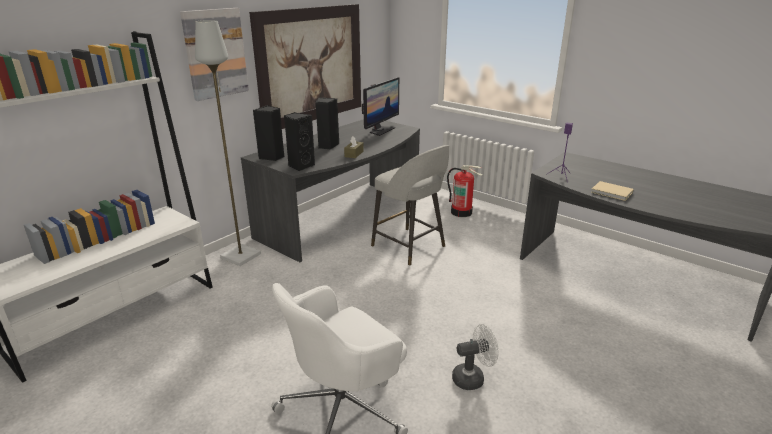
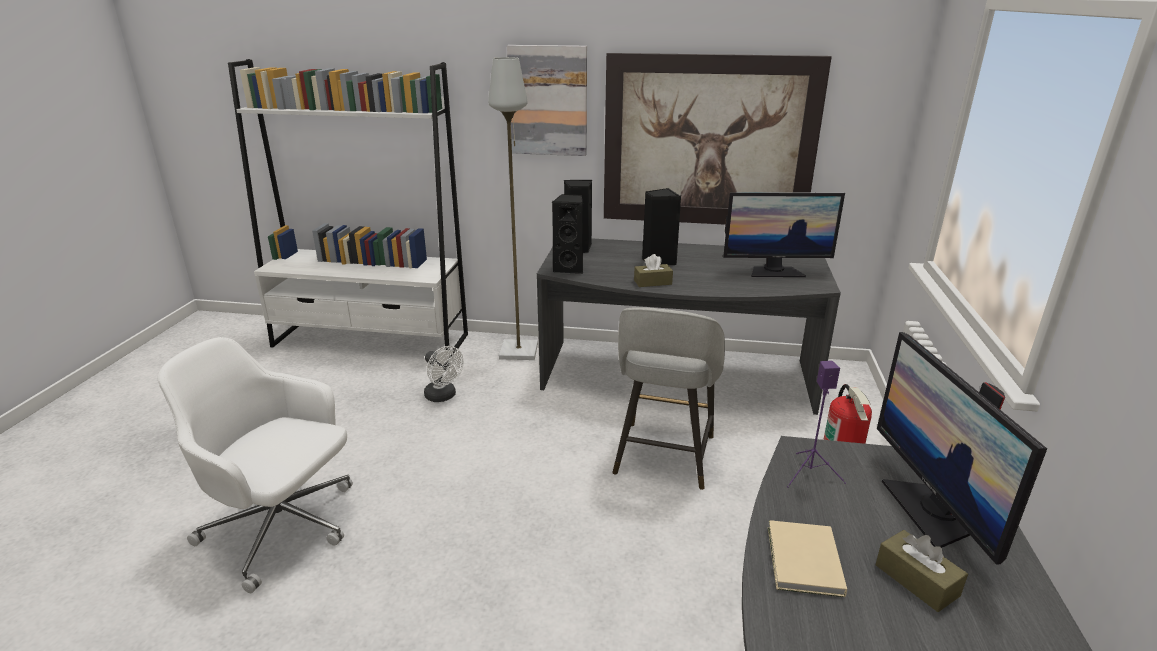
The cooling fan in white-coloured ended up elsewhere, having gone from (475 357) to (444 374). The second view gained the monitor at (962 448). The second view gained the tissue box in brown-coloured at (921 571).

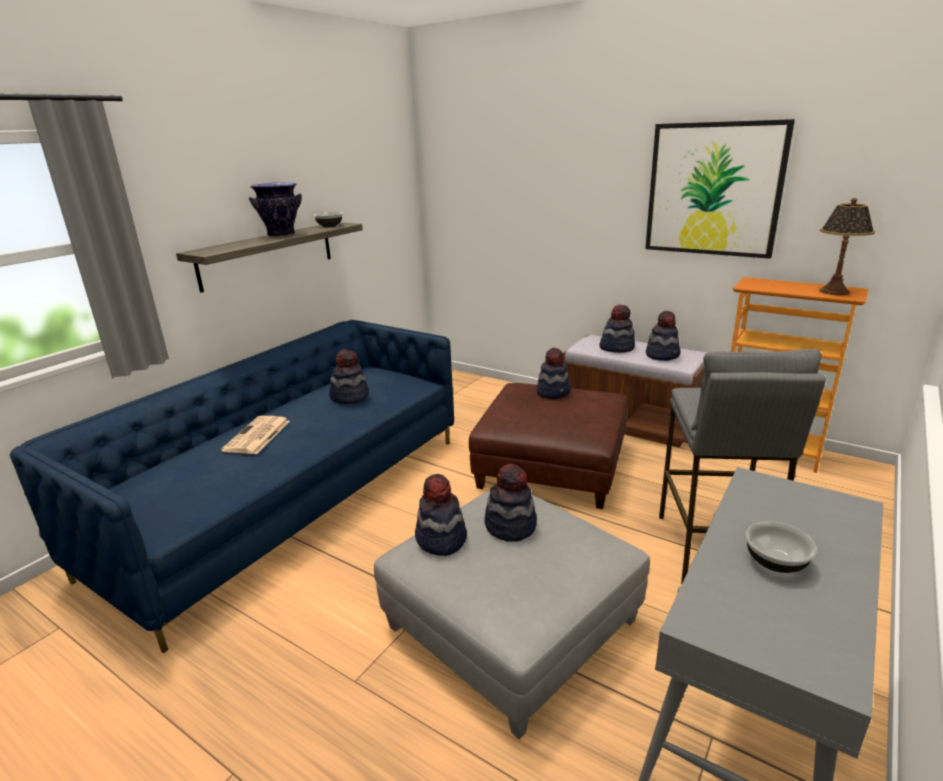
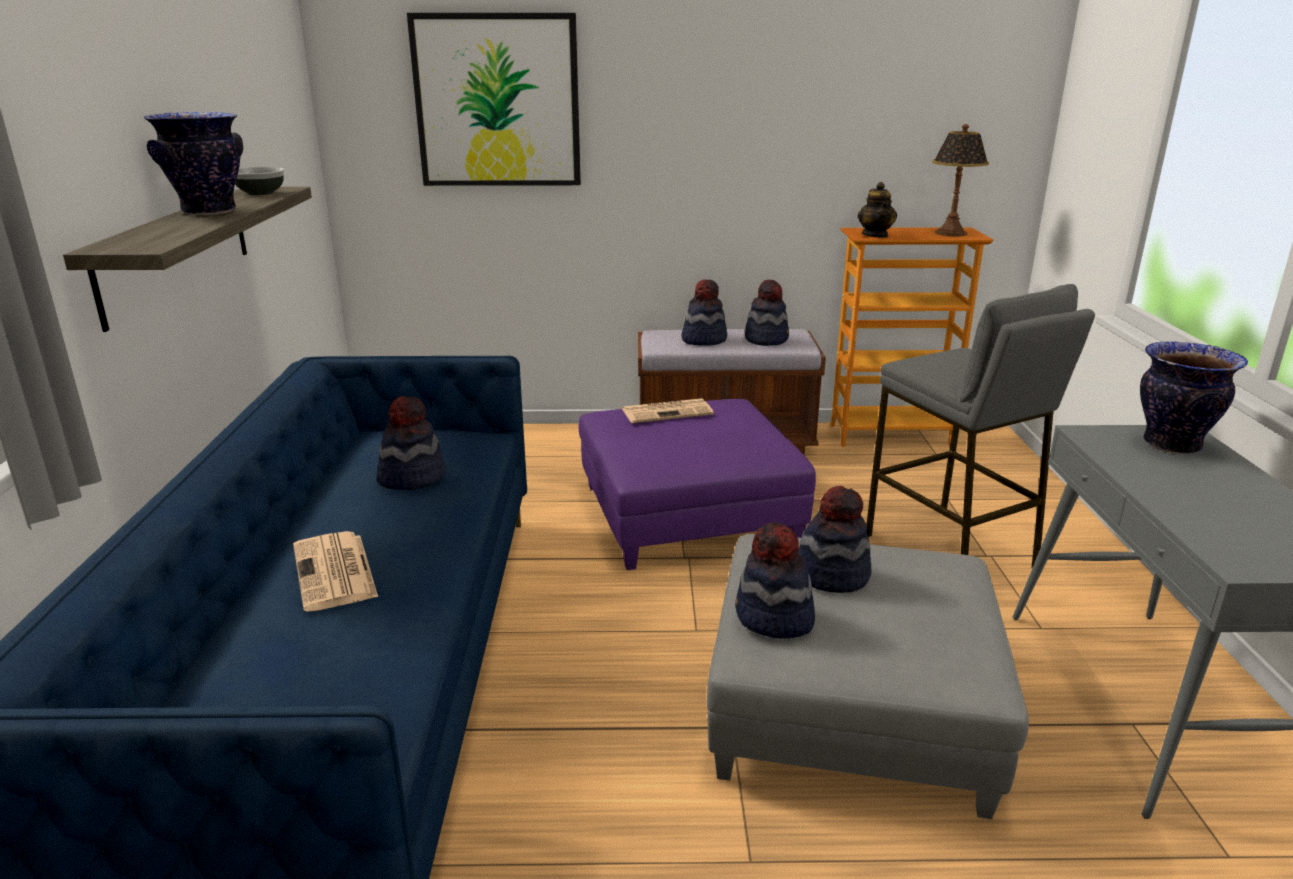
The wall art ended up elsewhere, having gone from (720 189) to (494 99). Where the hat stood at (553 373), the printed paper came to stand at (668 410). What was the pouffe in brown-coloured at (548 446) turned into the pouffe in purplish at (697 484). The second view lost the bowl at (781 547). The second view gained the pot for tea at (877 210). The second view gained the vase at (1194 398).

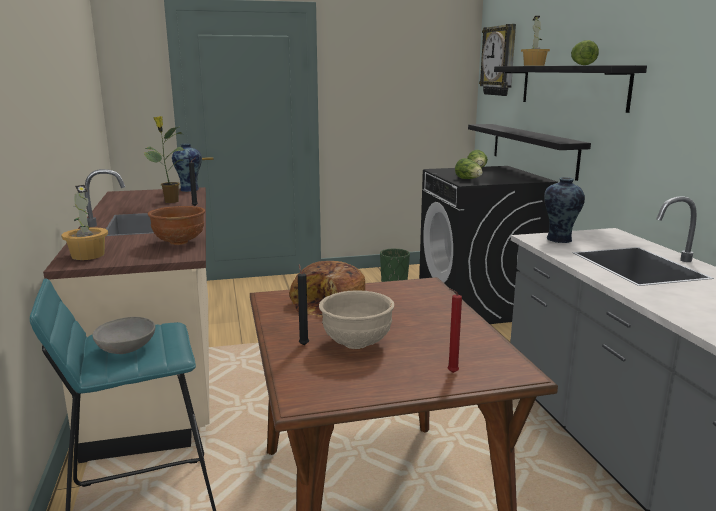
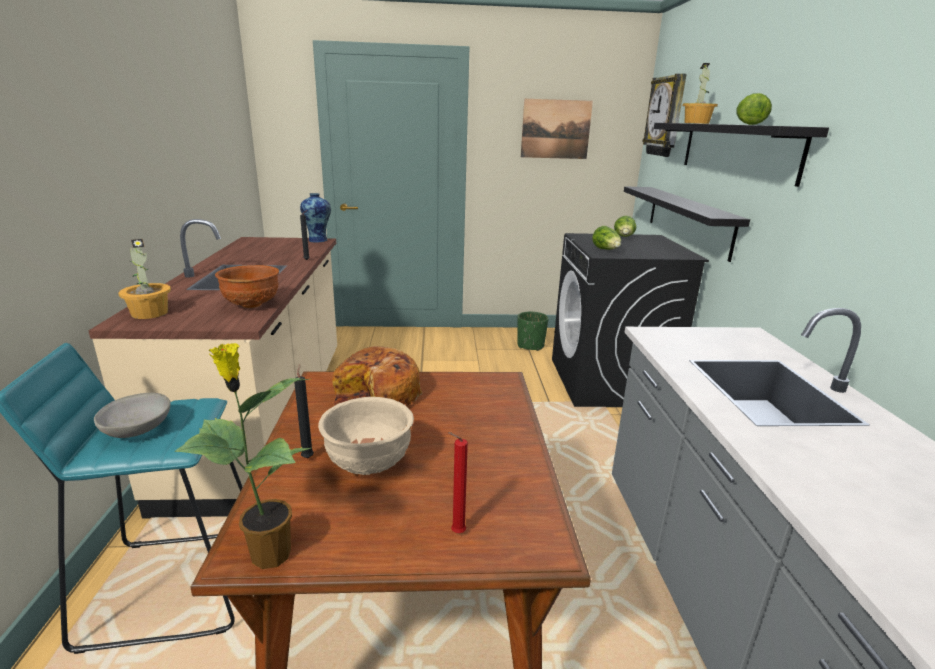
The plant in a pot ended up elsewhere, having gone from (164 159) to (242 456). The second view lost the vase at (564 210). The second view gained the wall art at (557 129).

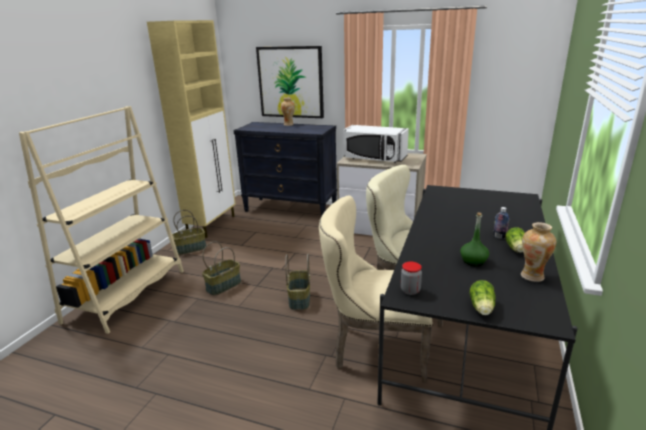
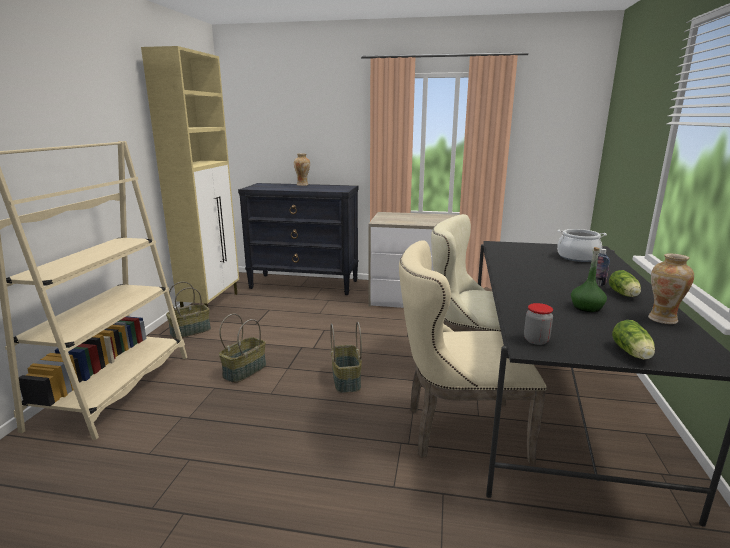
The second view lost the wall art at (290 82). The second view lost the kitchen microwave in white-coloured at (376 144). The second view gained the saucepot at (582 245).

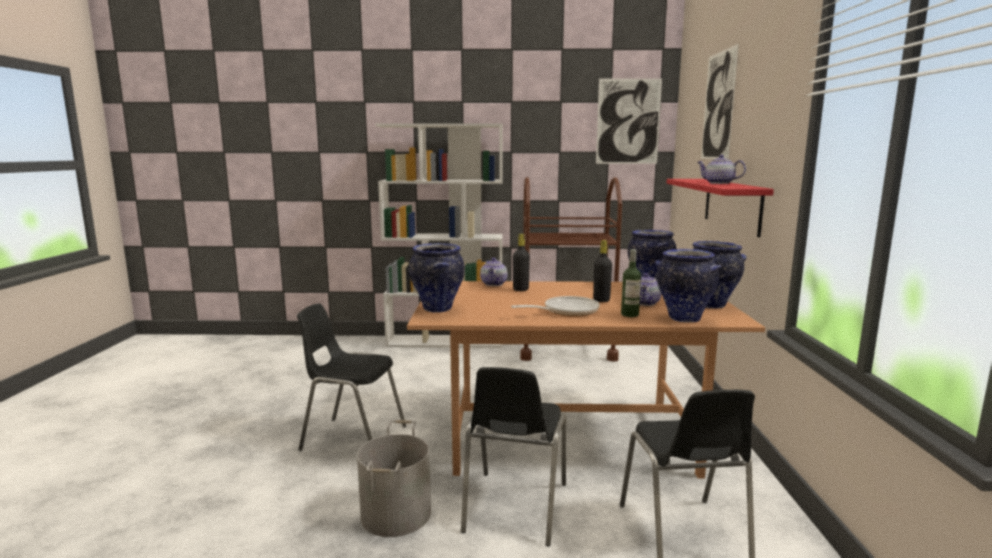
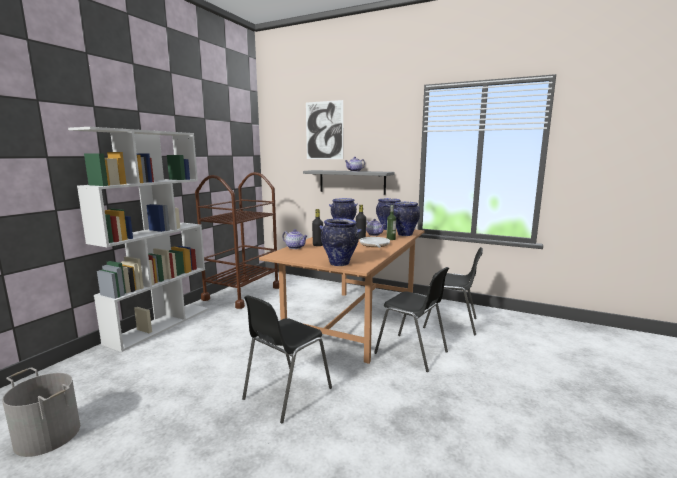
The second view lost the wall art at (629 121). What was the bracket shelf in reddish at (720 208) turned into the bracket shelf in gray at (349 182). The pail in gray ended up elsewhere, having gone from (394 478) to (41 412).

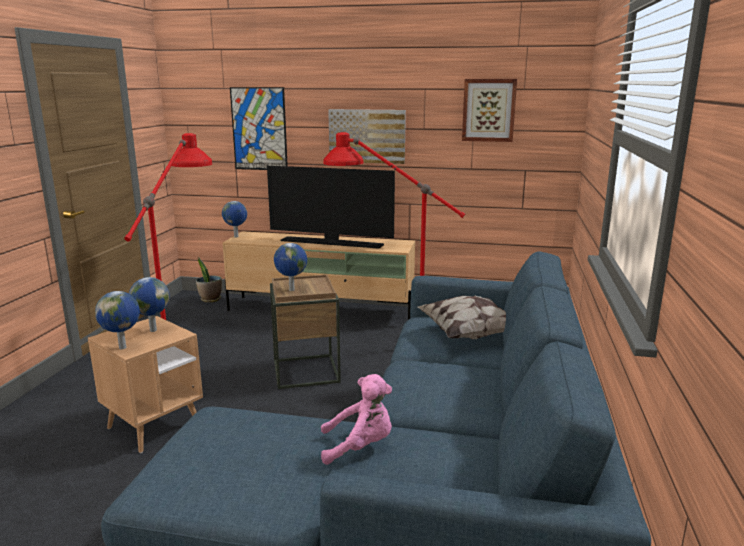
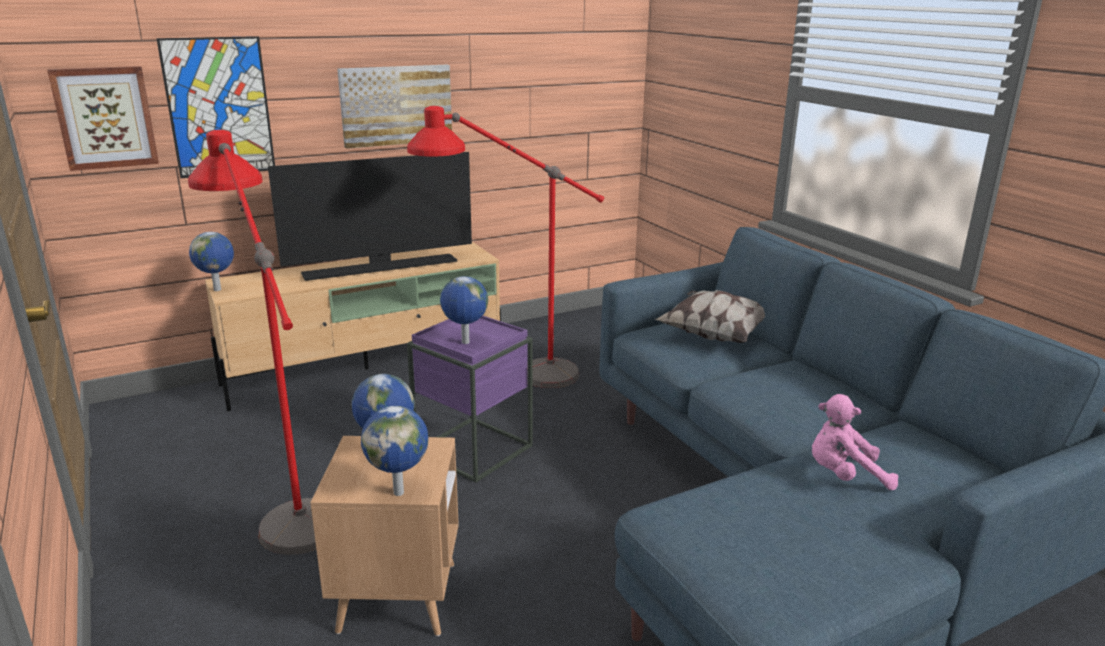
The wall art ended up elsewhere, having gone from (489 110) to (103 118). The second view lost the plant in a pot at (209 279). What was the side table in brown-coloured at (305 332) turned into the side table in purplish at (470 399). The plush toy in pinkish at (356 419) ended up facing another way, 135 degrees counterclockwise from before.

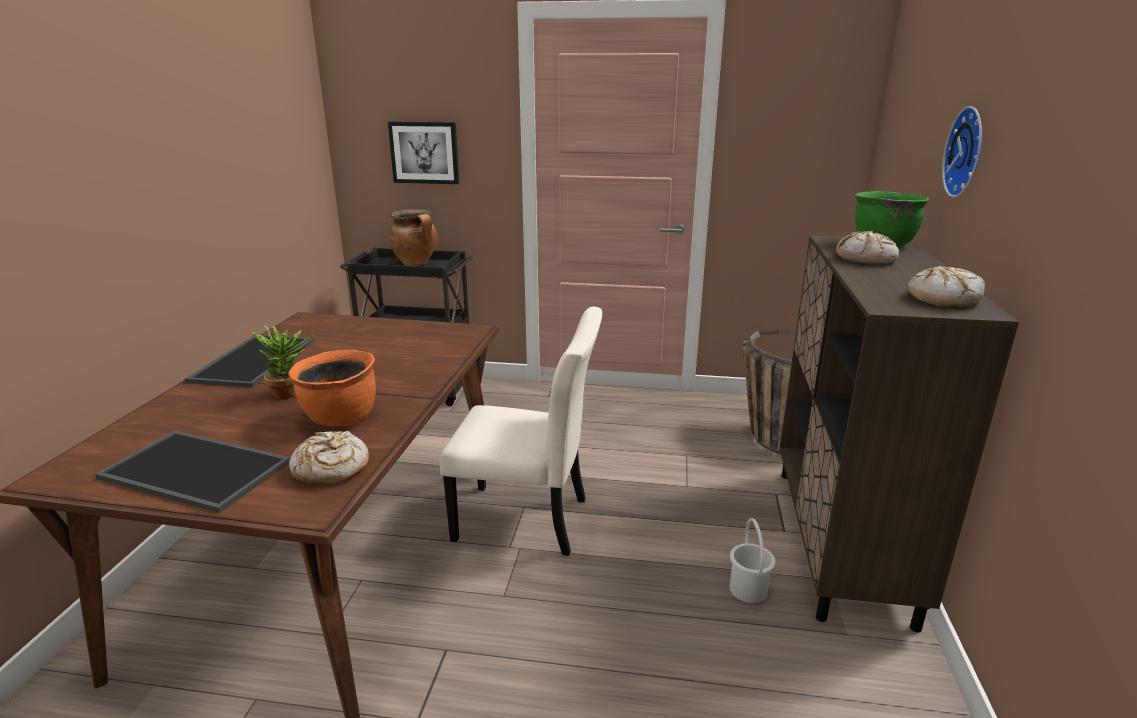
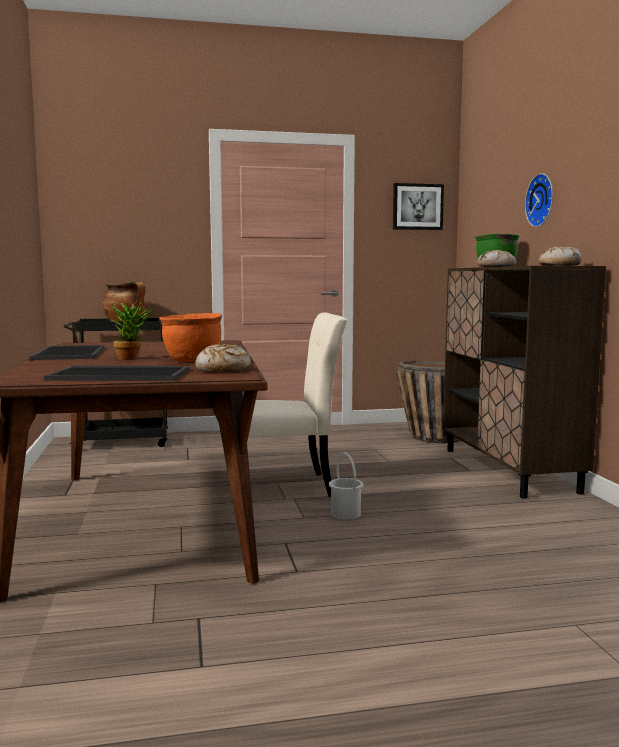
The wall art ended up elsewhere, having gone from (423 153) to (418 206). The pail in white-coloured ended up elsewhere, having gone from (753 560) to (346 486).

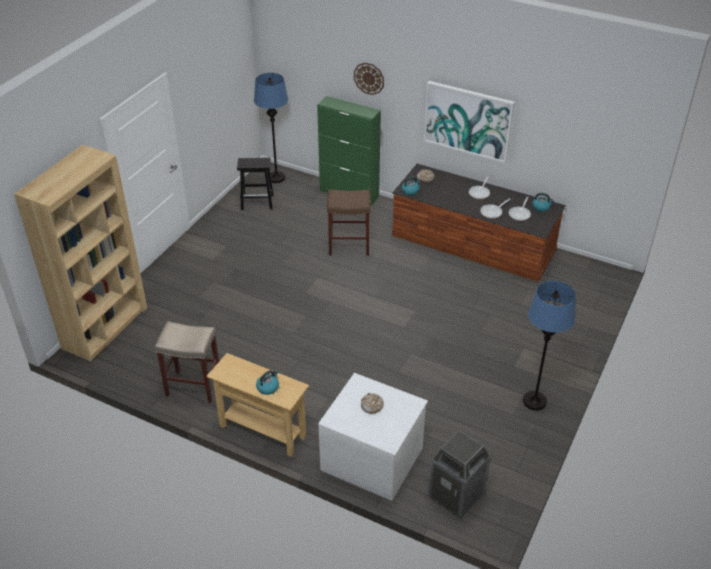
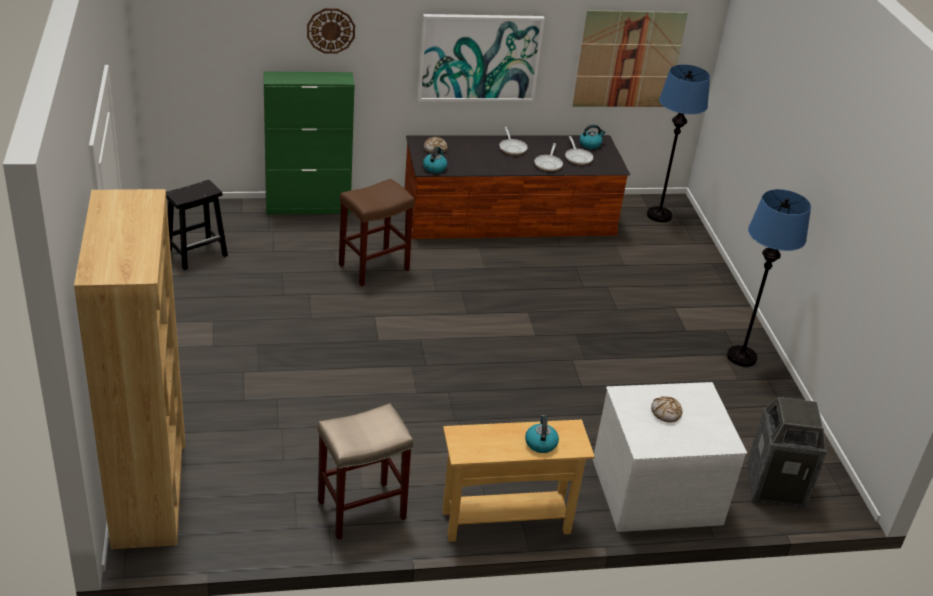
The standard lamp in blue ended up elsewhere, having gone from (271 128) to (678 143). The second view gained the wall art at (630 58).

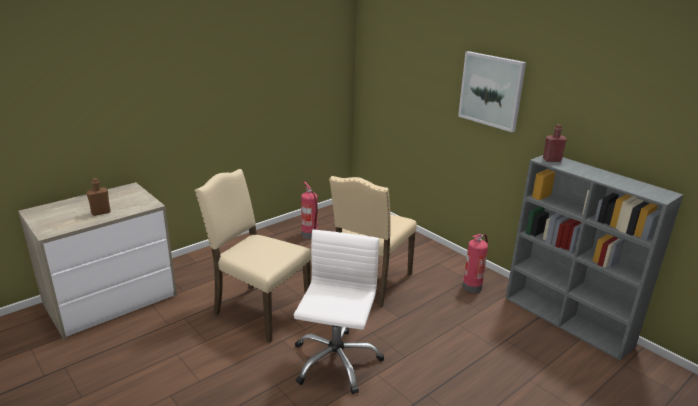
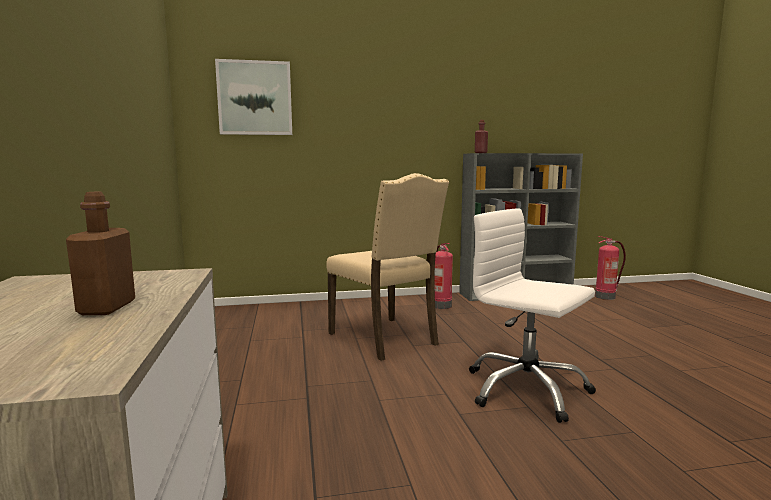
The wall art ended up elsewhere, having gone from (492 91) to (253 97). The second view lost the upright chair in beige-coloured at (252 256). The extinguisher ended up elsewhere, having gone from (309 210) to (610 268).

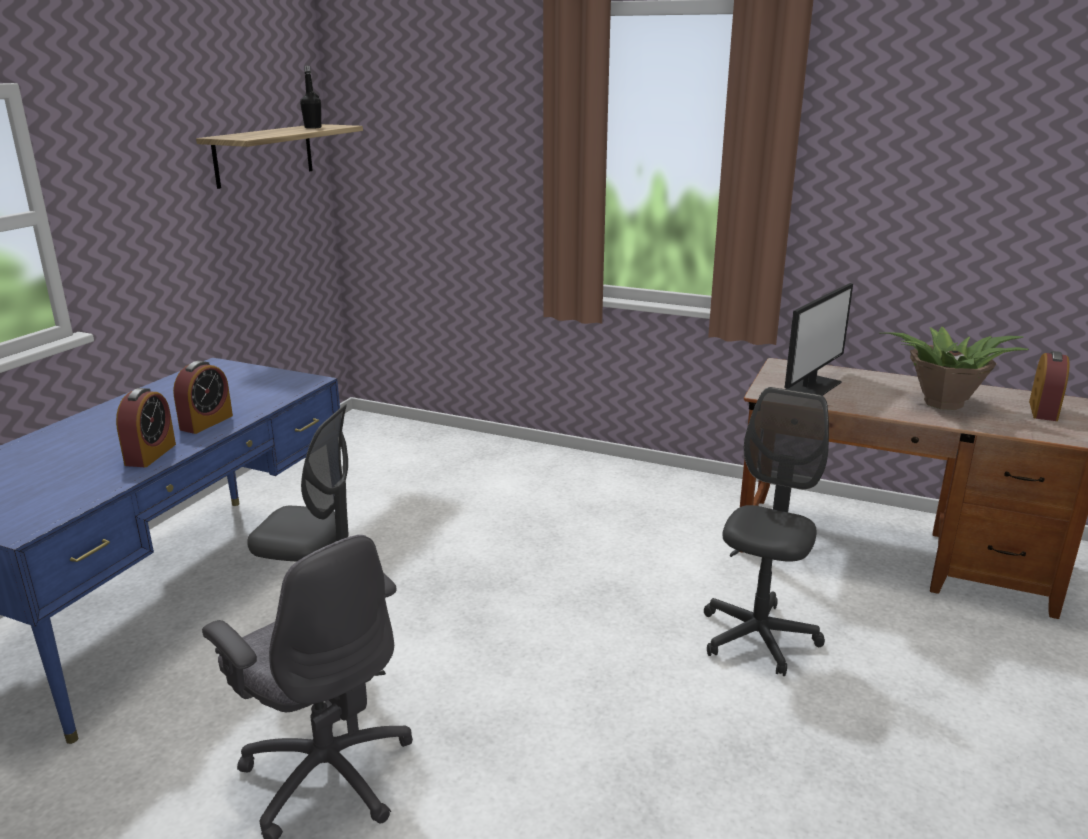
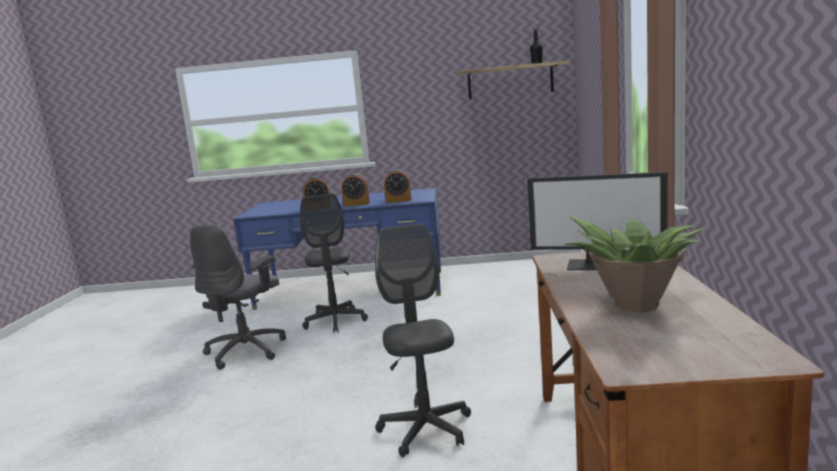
The table clock ended up elsewhere, having gone from (1049 386) to (397 186). The office chair in gray at (766 532) ended up facing another way, 105 degrees counterclockwise from before.

